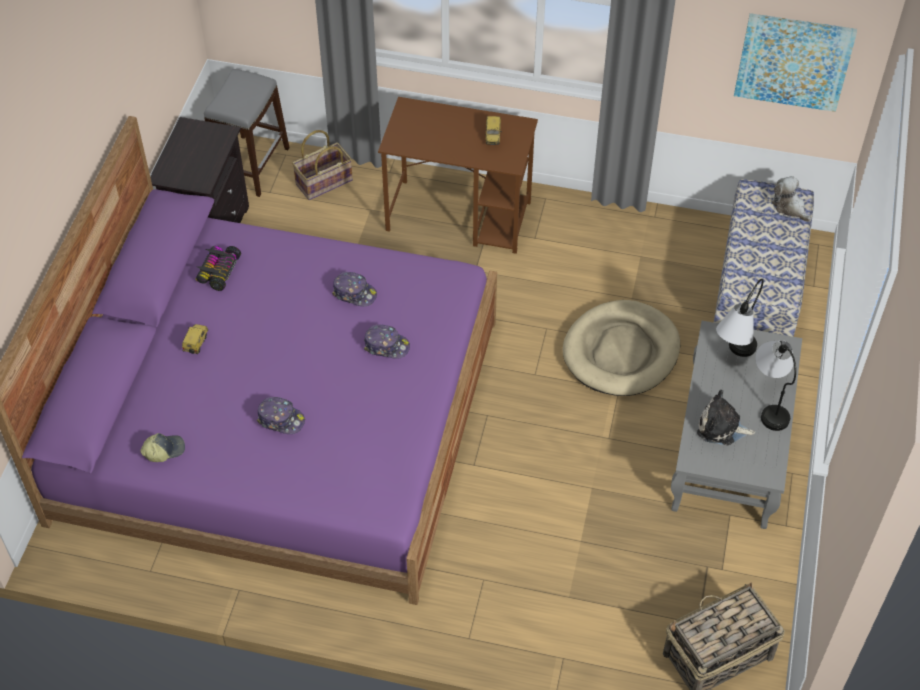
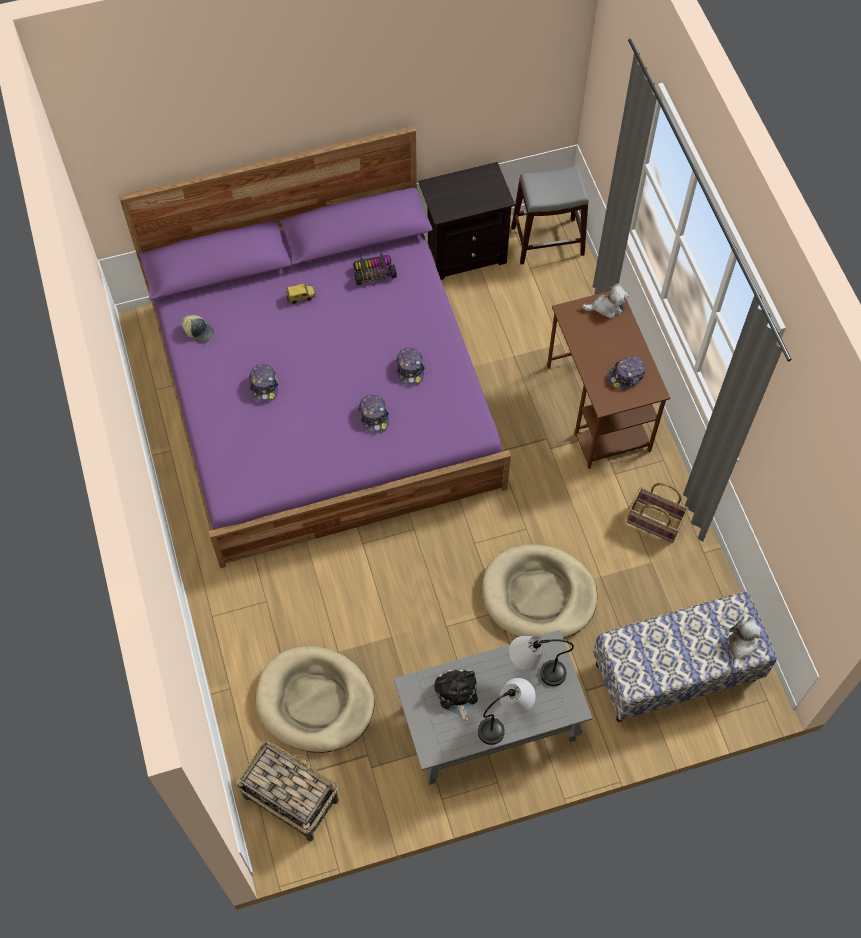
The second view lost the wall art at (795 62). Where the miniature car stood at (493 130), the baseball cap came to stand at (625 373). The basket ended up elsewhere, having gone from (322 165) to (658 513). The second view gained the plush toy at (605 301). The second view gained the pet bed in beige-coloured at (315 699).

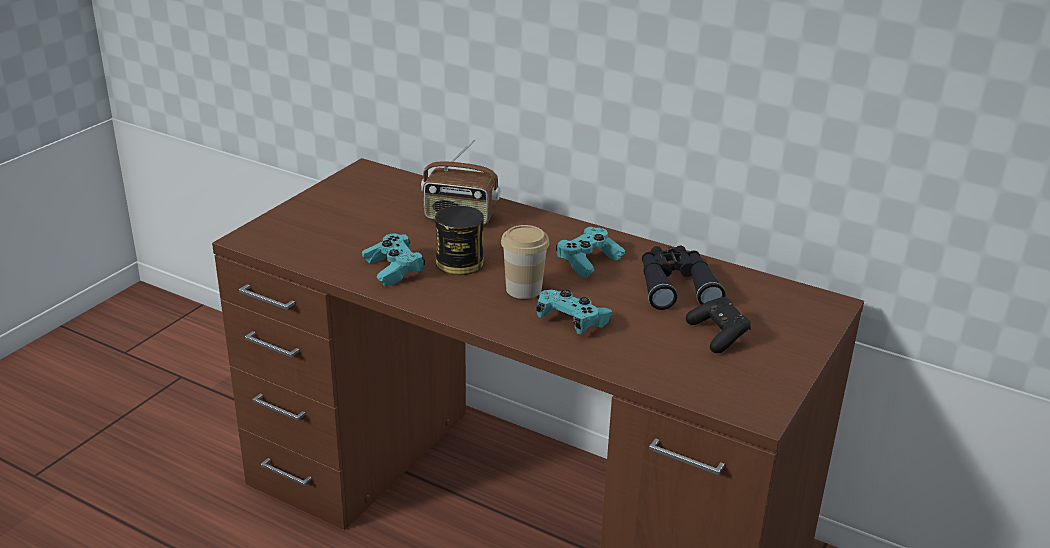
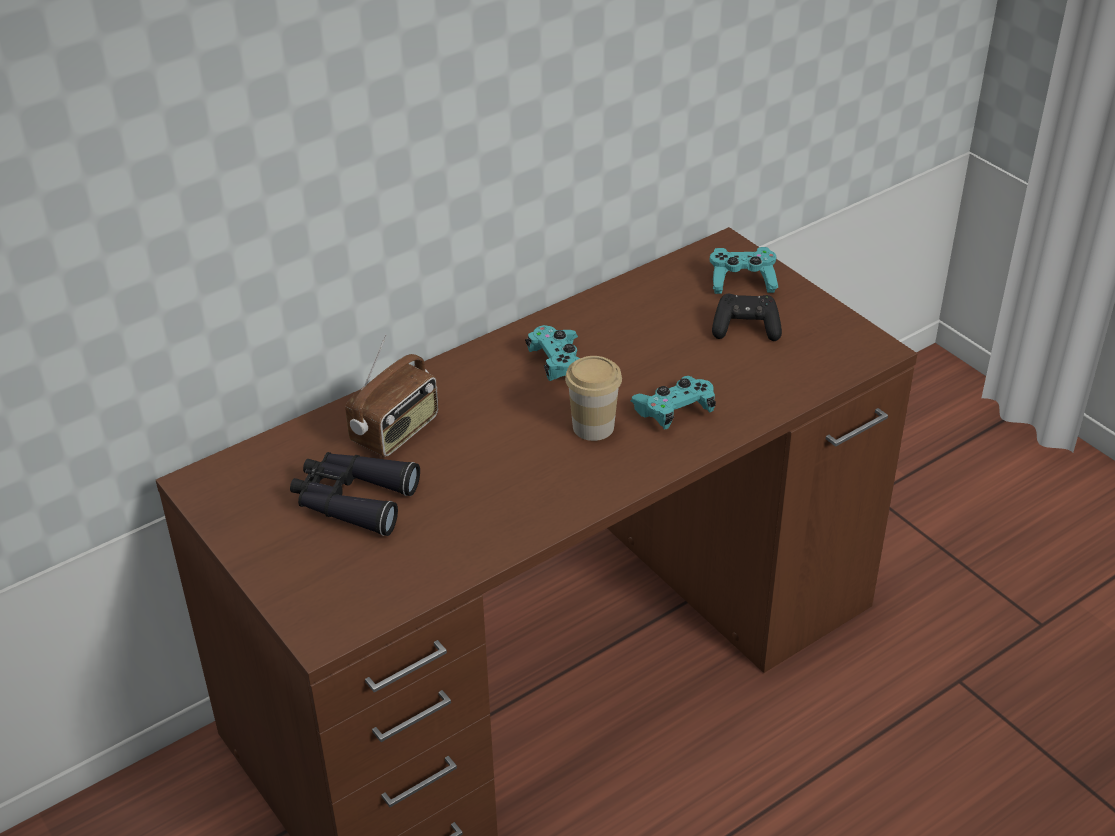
The second view lost the metal can at (459 240). The joypad in blue-green ended up elsewhere, having gone from (393 260) to (744 270). The field glasses in black ended up elsewhere, having gone from (683 277) to (355 494).

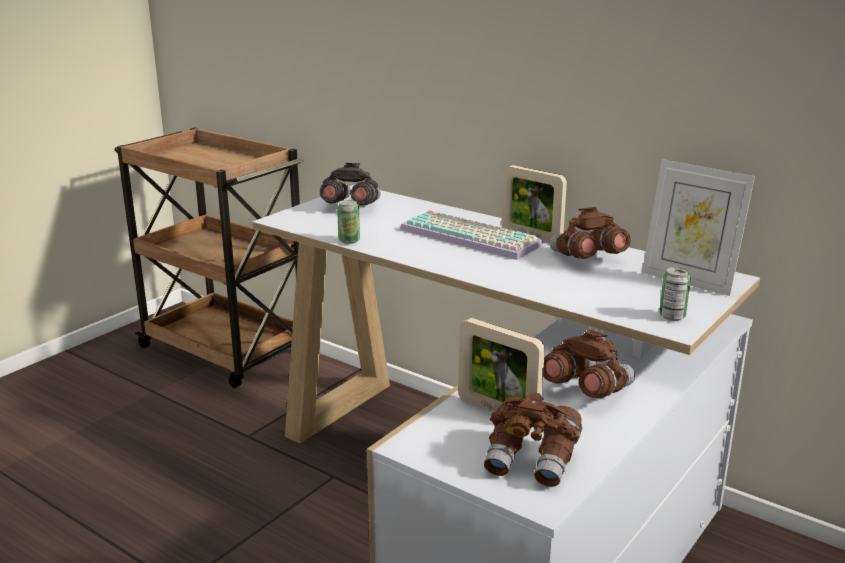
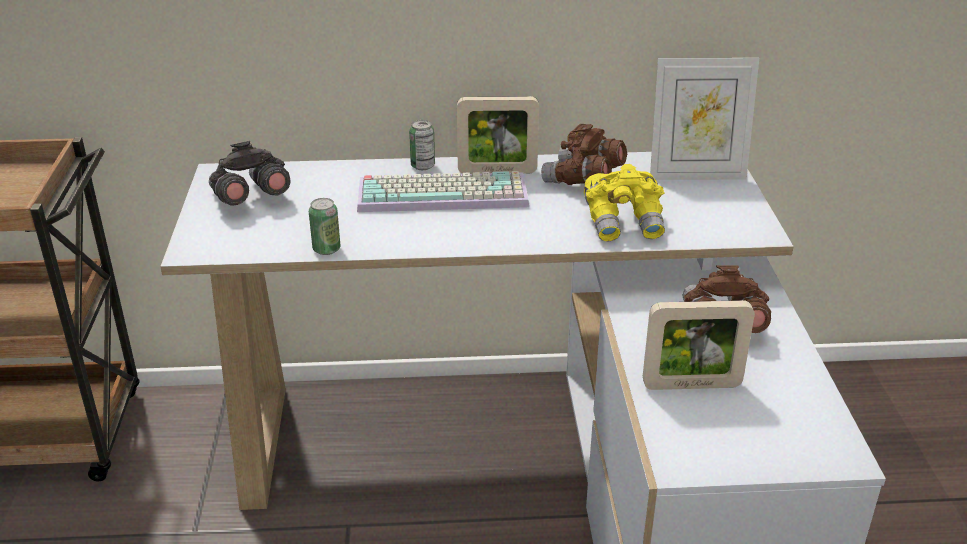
The metal can ended up elsewhere, having gone from (675 294) to (422 145). The second view lost the field glasses in brown-coloured at (533 439). The second view gained the field glasses in yellow-coloured at (624 203).

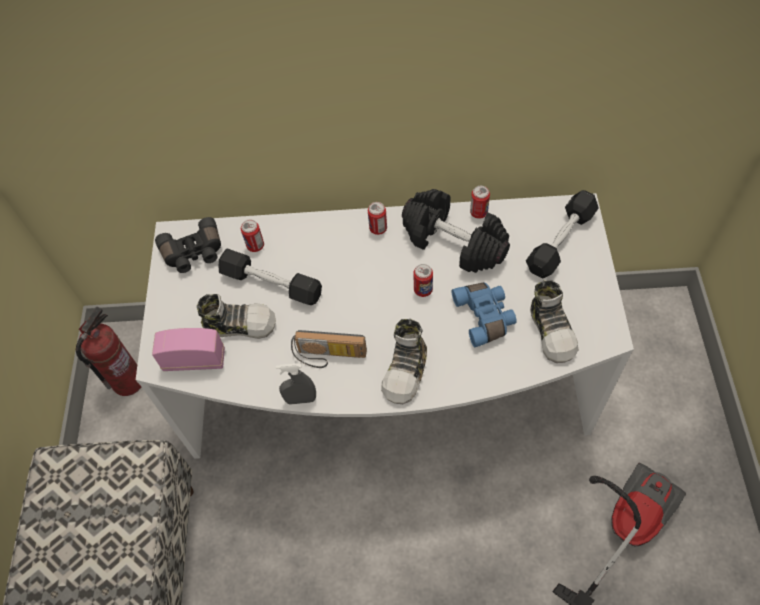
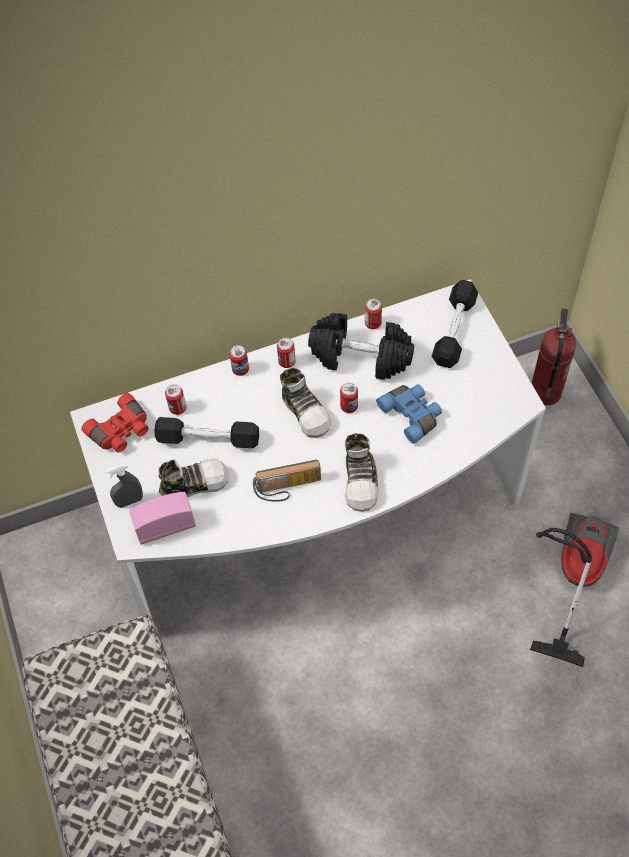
What was the field glasses in black at (188 245) turned into the field glasses in reddish at (115 422). The item of footwear ended up elsewhere, having gone from (554 321) to (305 403). The extinguisher ended up elsewhere, having gone from (108 351) to (554 356). The sprayer in gray ended up elsewhere, having gone from (296 384) to (124 486). The second view gained the metal can at (239 360).

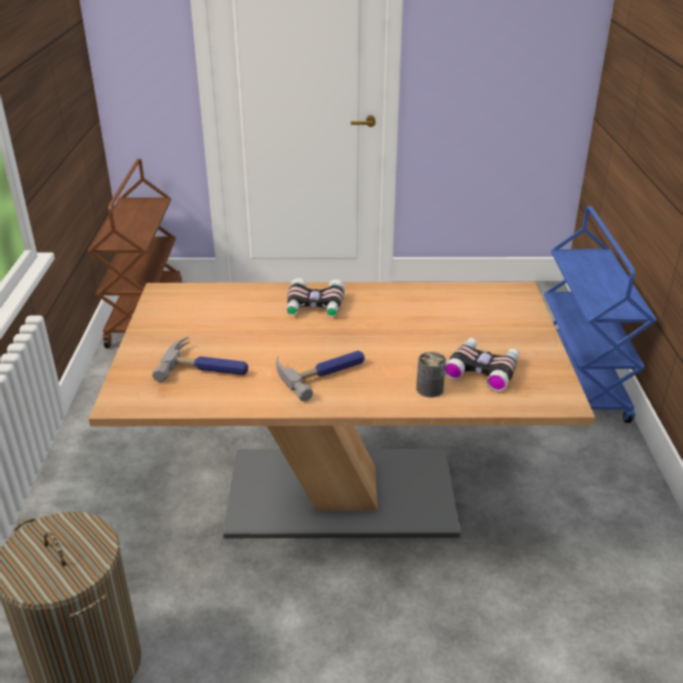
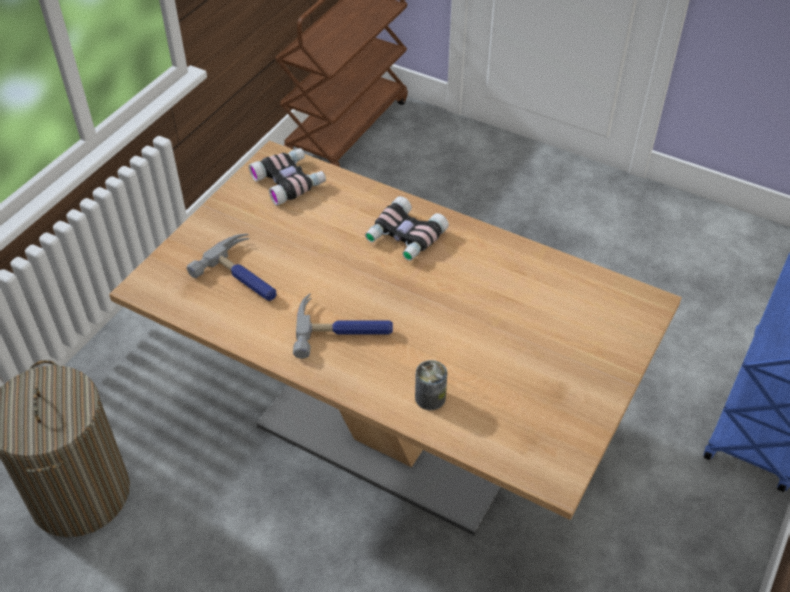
The field glasses ended up elsewhere, having gone from (482 365) to (287 177).

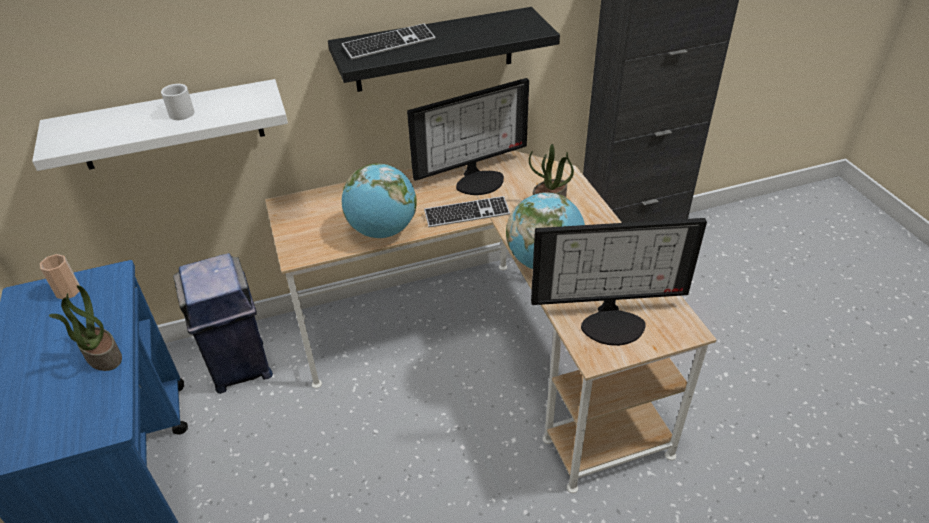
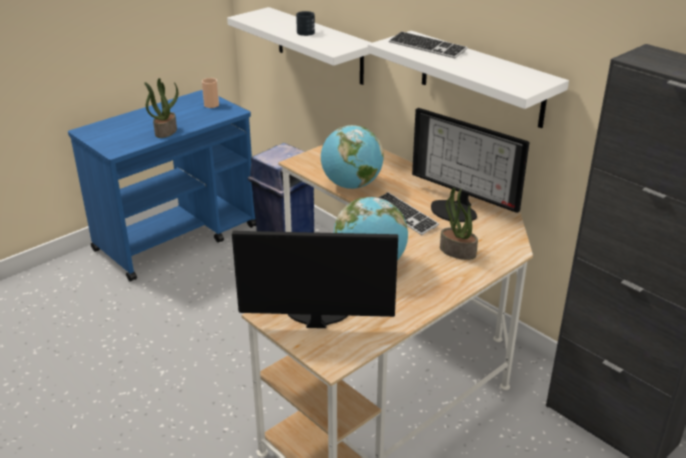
What was the bracket shelf in black at (444 49) turned into the bracket shelf in white-coloured at (468 79). What was the tea mug in white-coloured at (177 102) turned into the tea mug in black at (305 23). The monitor at (619 282) ended up facing another way, 120 degrees clockwise from before.

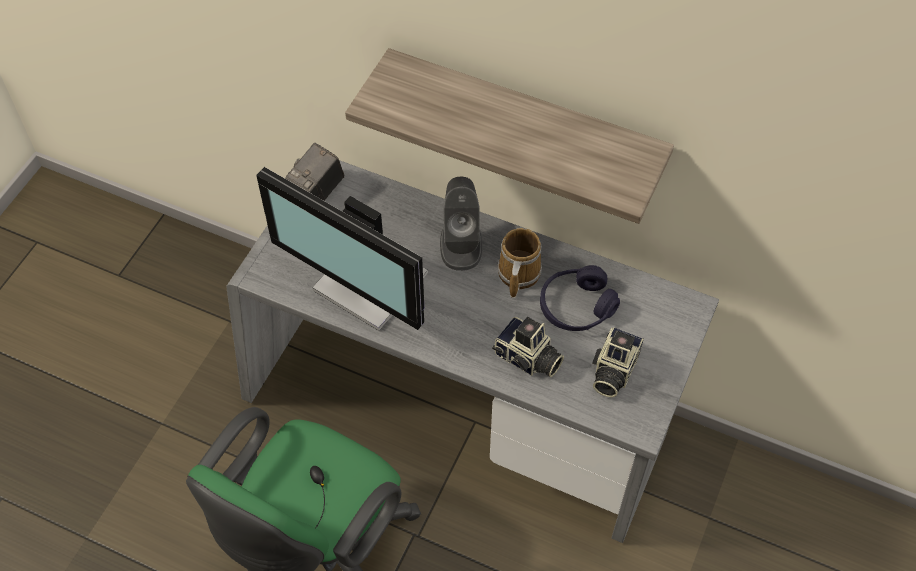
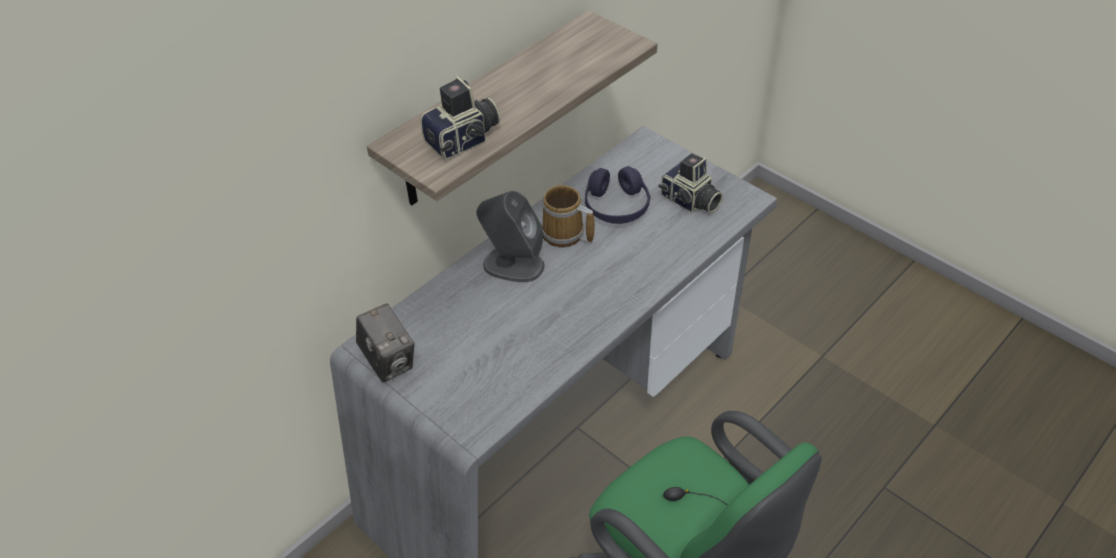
The second view lost the monitor at (342 249). The photo camera ended up elsewhere, having gone from (528 347) to (460 117).

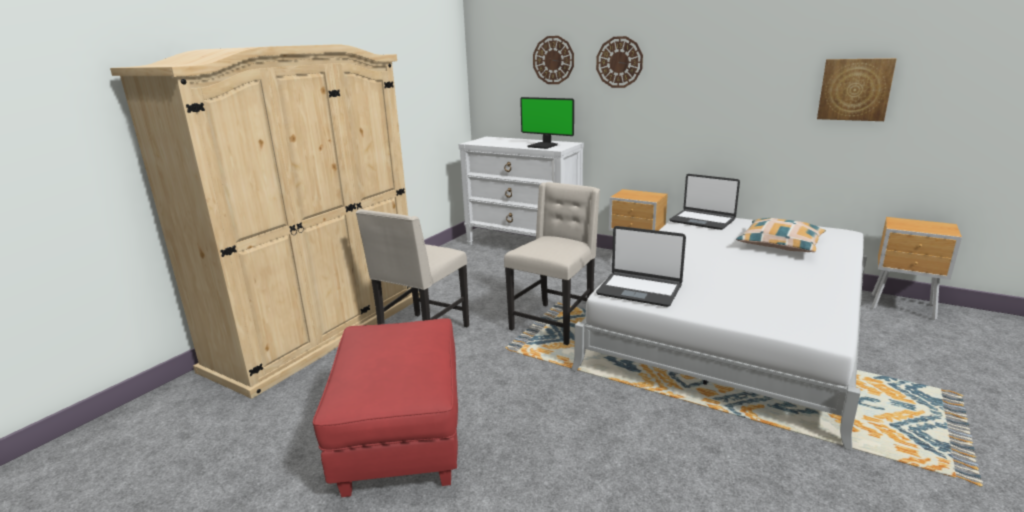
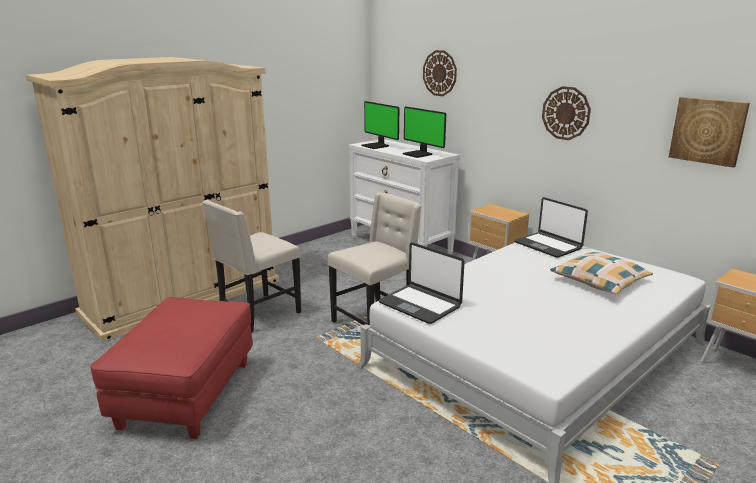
The clock on the wall ended up elsewhere, having gone from (619 62) to (566 113). The second view gained the monitor at (380 125).

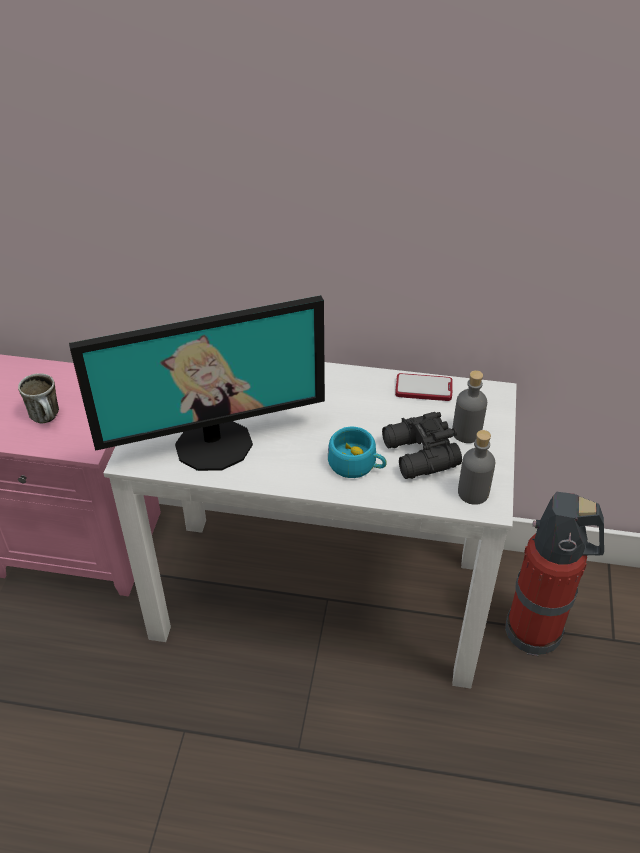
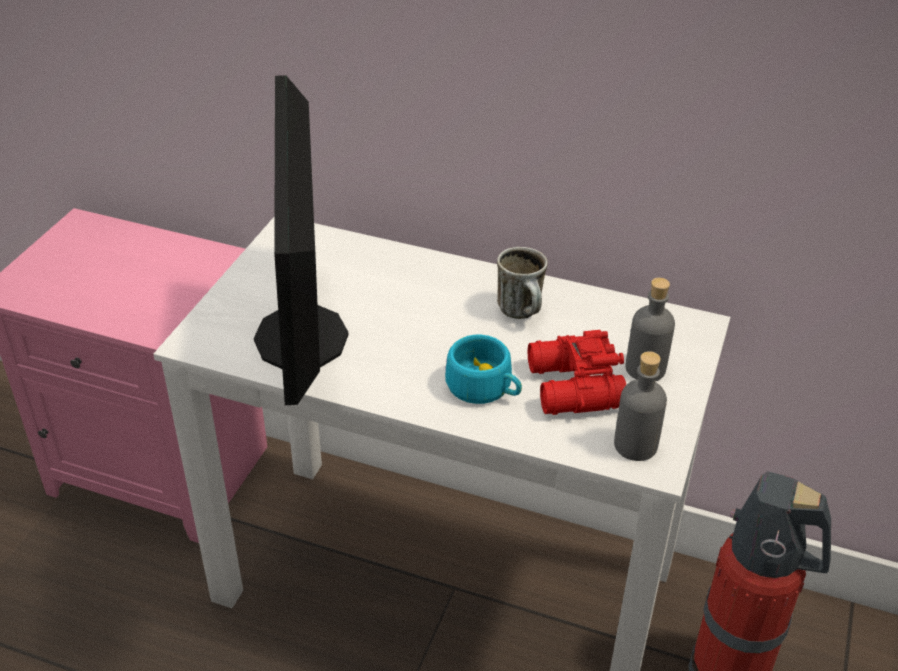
The monitor at (197 383) ended up facing another way, 90 degrees clockwise from before. The tea mug ended up elsewhere, having gone from (38 398) to (522 283). The second view lost the phone at (424 387). What was the field glasses in black at (422 445) turned into the field glasses in reddish at (577 372).

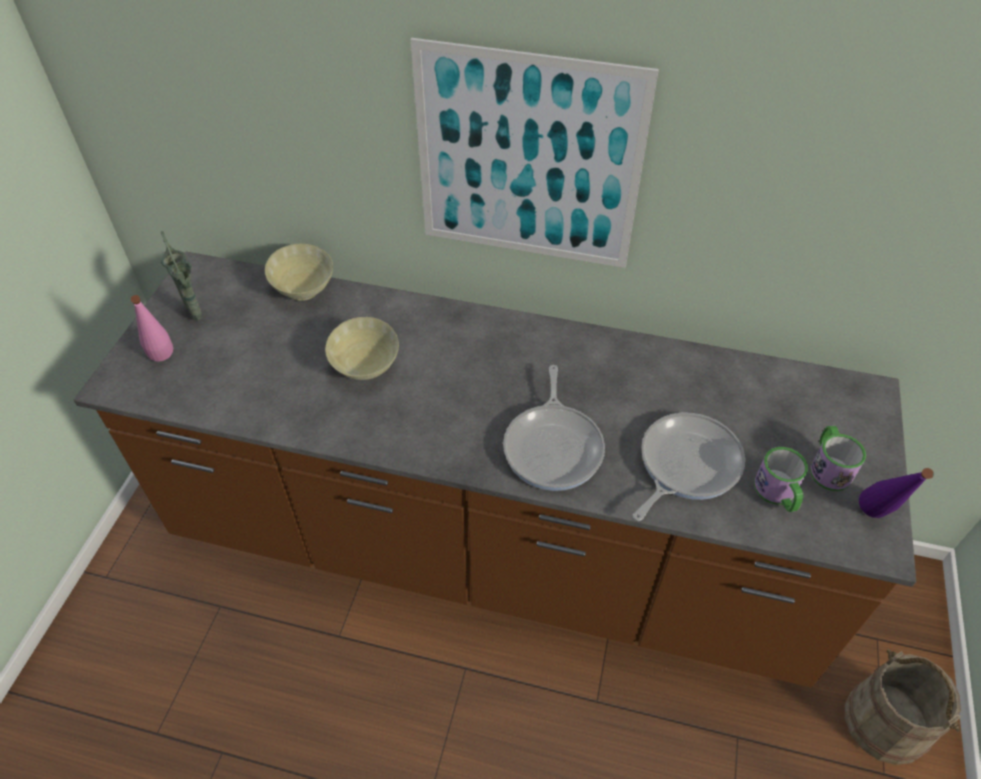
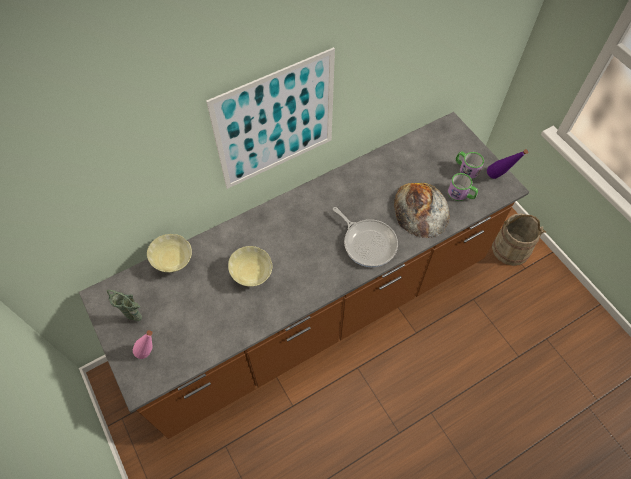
Where the frying pan stood at (689 467), the bakery bread came to stand at (422 210).

